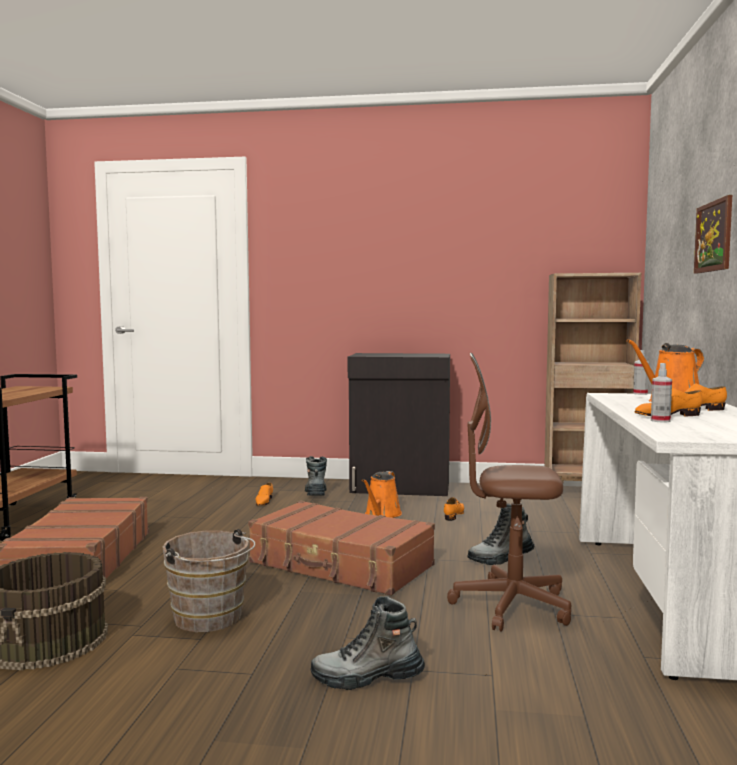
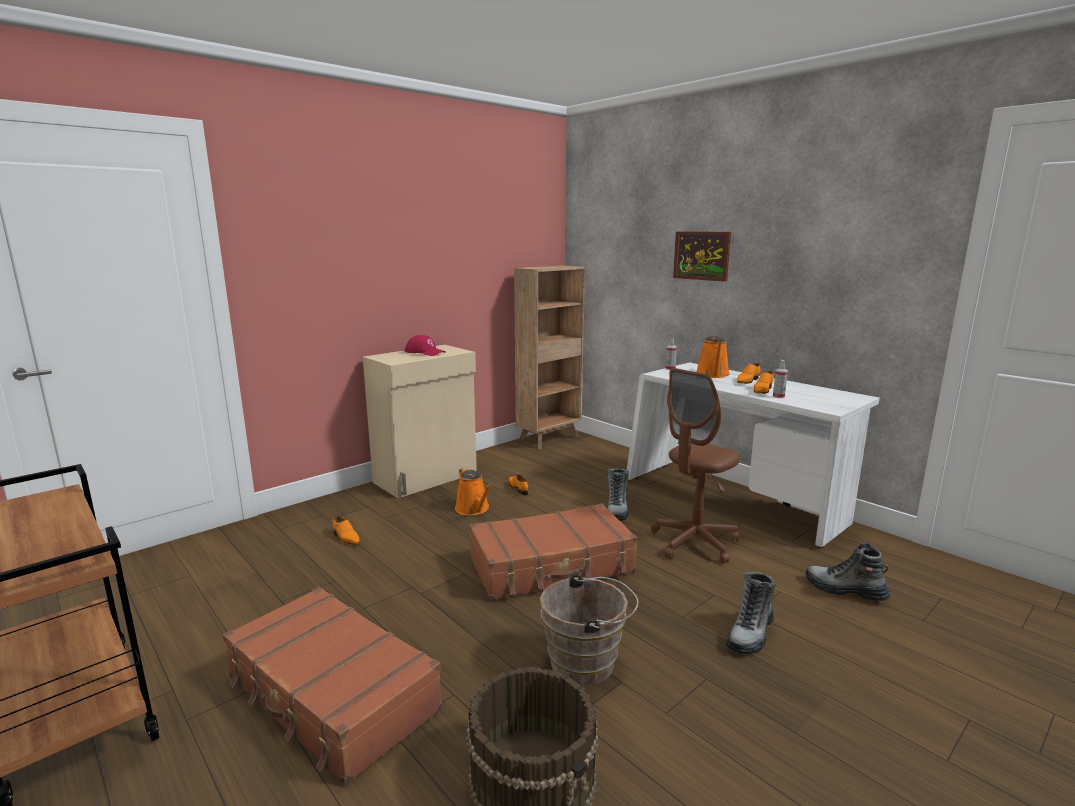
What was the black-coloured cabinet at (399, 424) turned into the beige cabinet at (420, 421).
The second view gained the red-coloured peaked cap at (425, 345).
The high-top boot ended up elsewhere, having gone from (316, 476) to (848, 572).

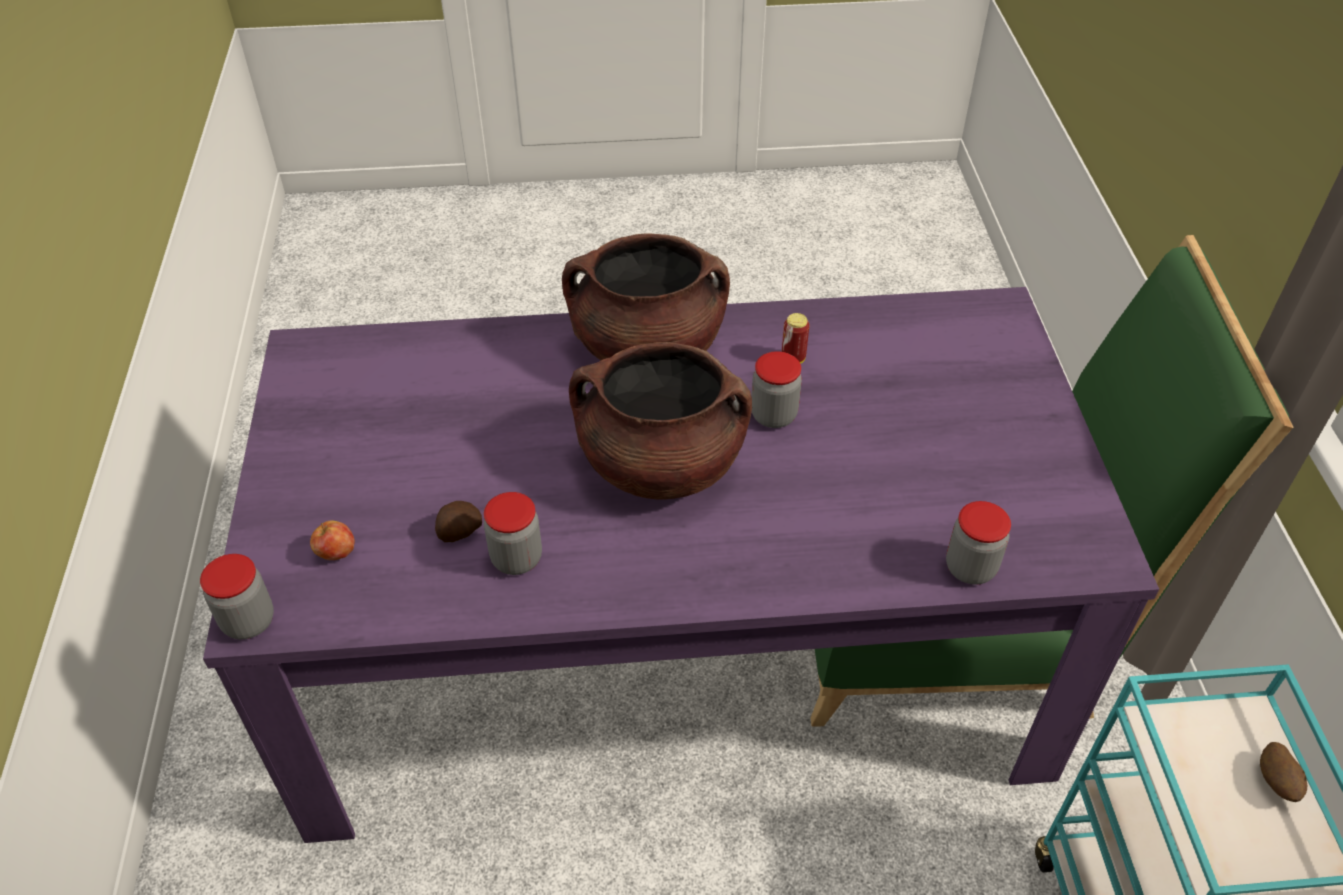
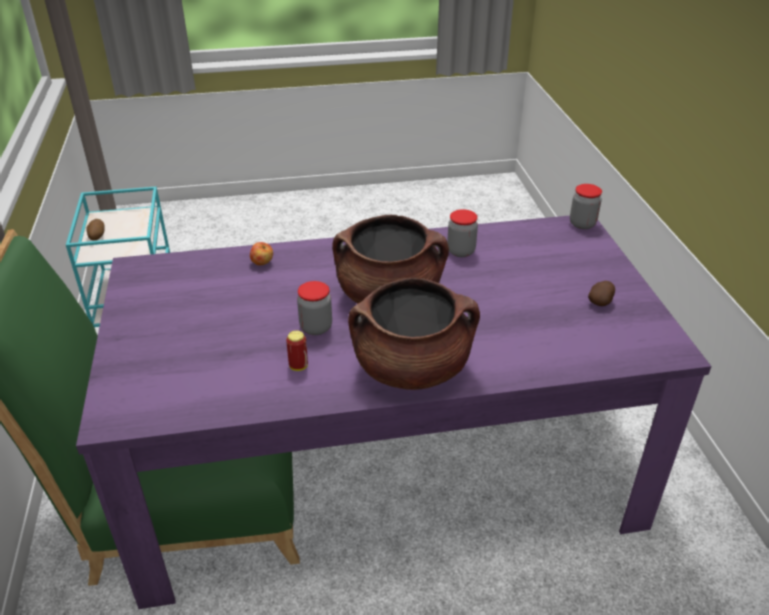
The apple ended up elsewhere, having gone from (332, 540) to (261, 253).
The whole potato ended up elsewhere, having gone from (458, 521) to (601, 293).
The second view lost the storage jar at (978, 543).

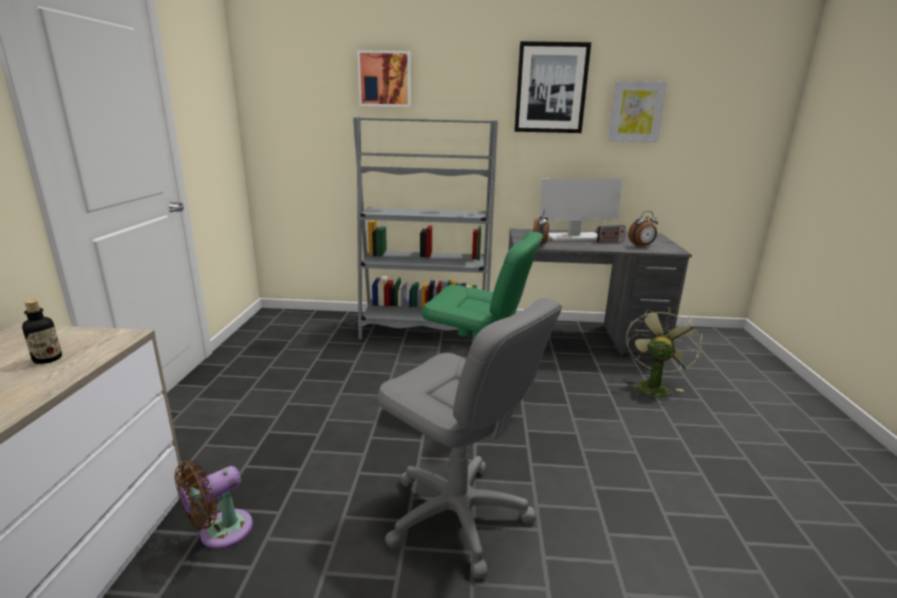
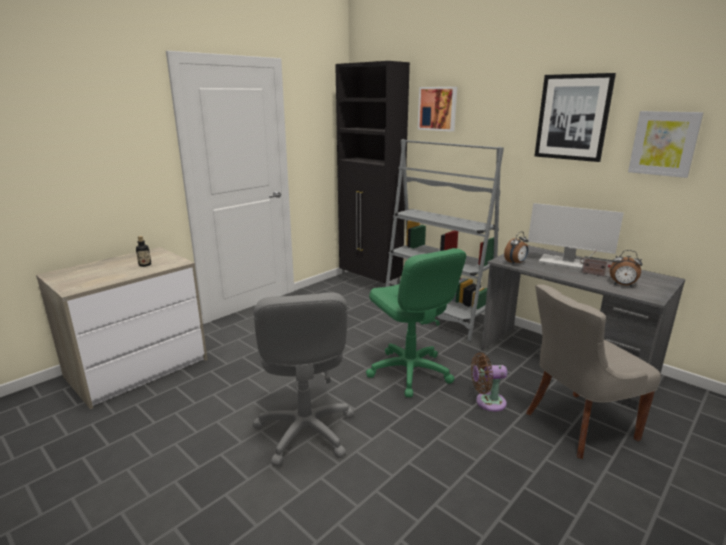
The second view gained the black-coloured cabinet at (372, 174).
The brown-coloured cooling fan ended up elsewhere, having gone from (214, 504) to (489, 382).
Where the greenish cooling fan stood at (664, 354), the grey plain chair came to stand at (593, 371).

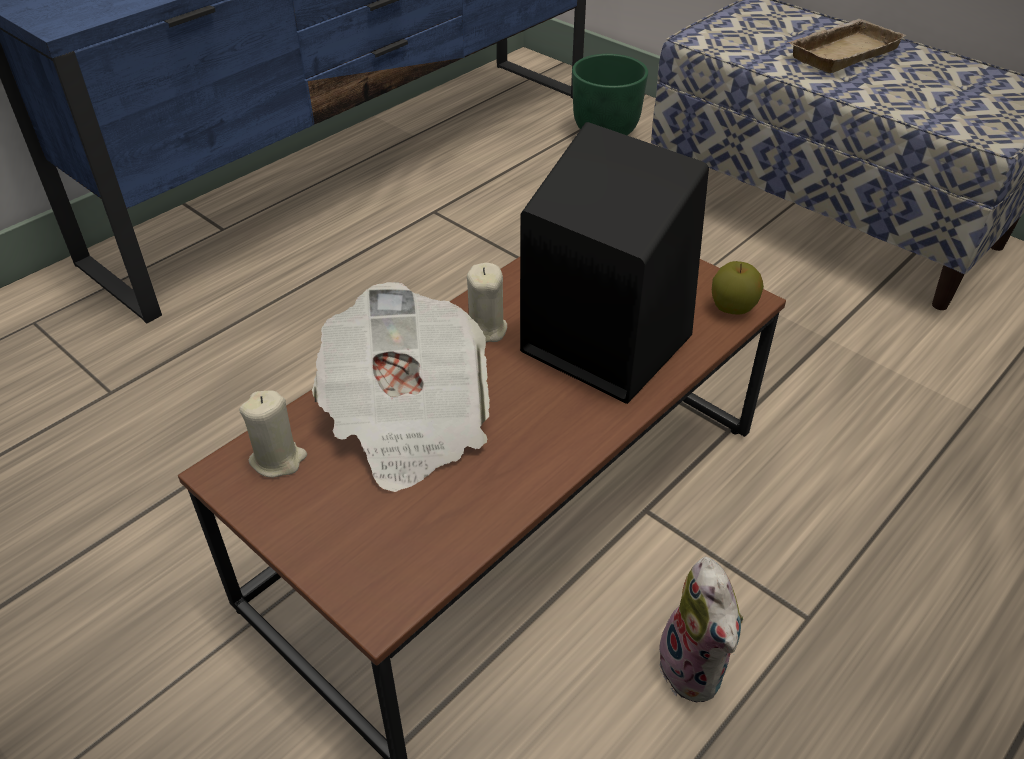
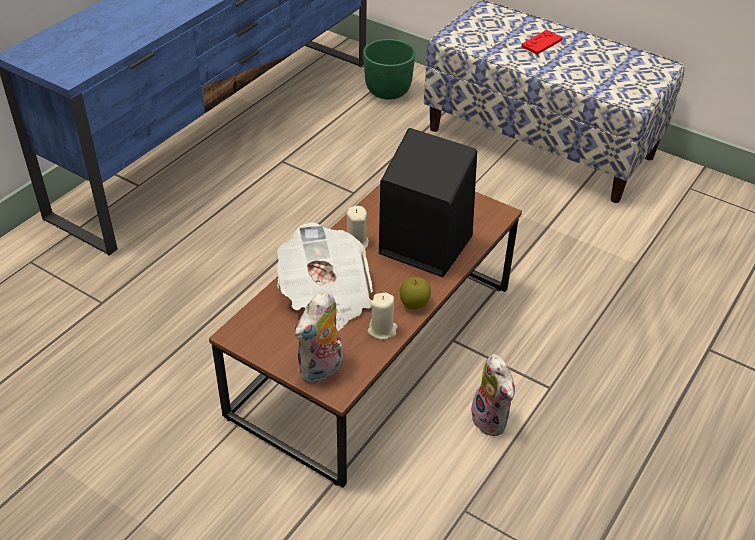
The second view gained the plush toy at (319, 337).
The beige wax candle ended up elsewhere, having gone from (273, 434) to (383, 316).
The apple ended up elsewhere, having gone from (738, 288) to (415, 293).
Where the beige tray stood at (847, 46), the red-coloured game controller came to stand at (542, 42).

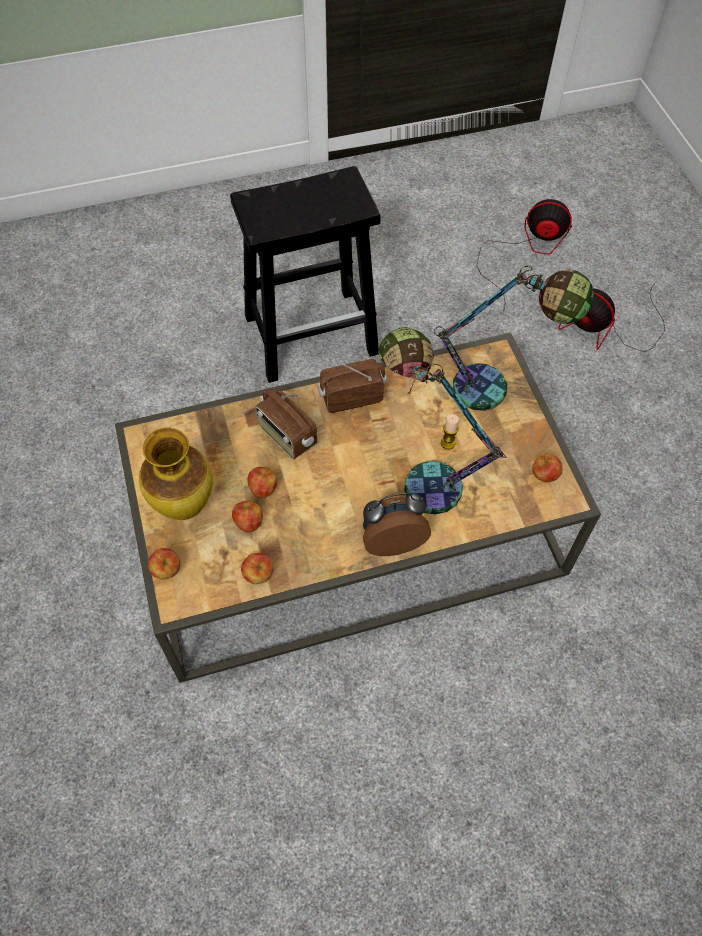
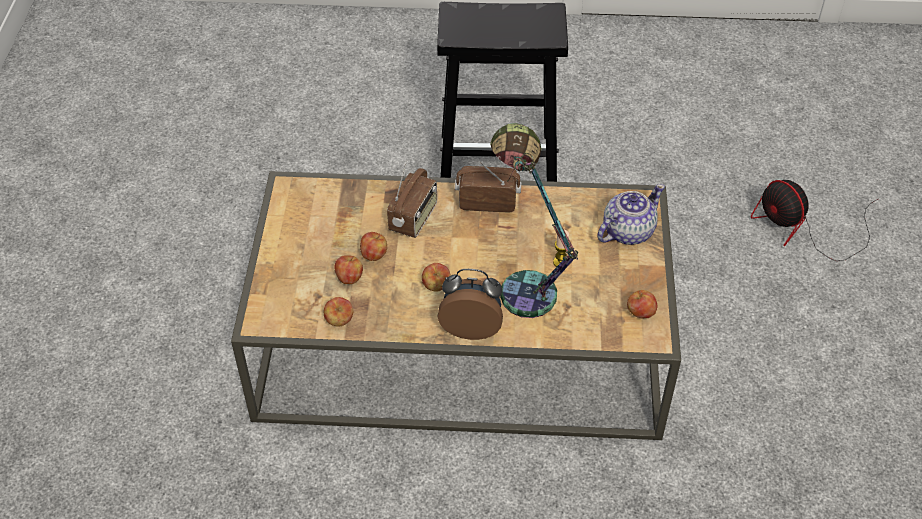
The radio set at (286, 424) ended up facing another way, 135 degrees counterclockwise from before.
The apple ended up elsewhere, having gone from (164, 563) to (436, 277).
Where the table lamp stood at (514, 338), the tea pot came to stand at (631, 214).
The second view lost the decorative vase at (176, 474).
The second view lost the cooling fan at (524, 255).

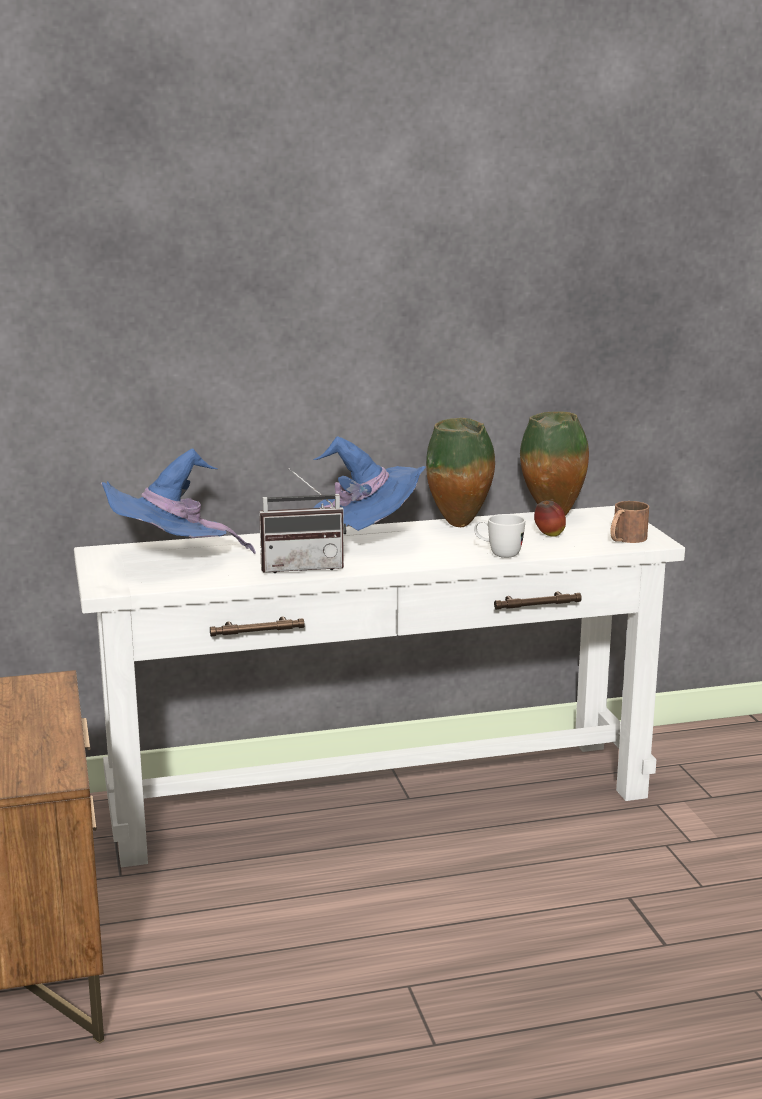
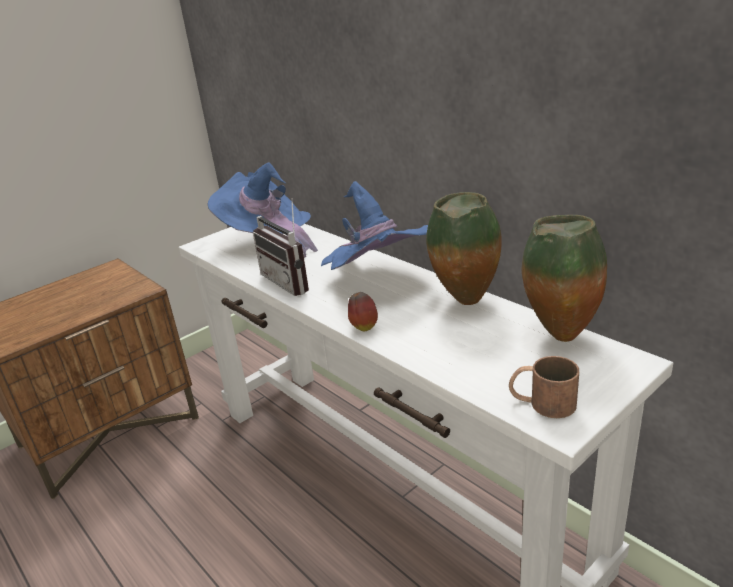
The apple ended up elsewhere, having gone from (550, 519) to (363, 311).
The second view lost the white-coloured tea mug at (499, 536).

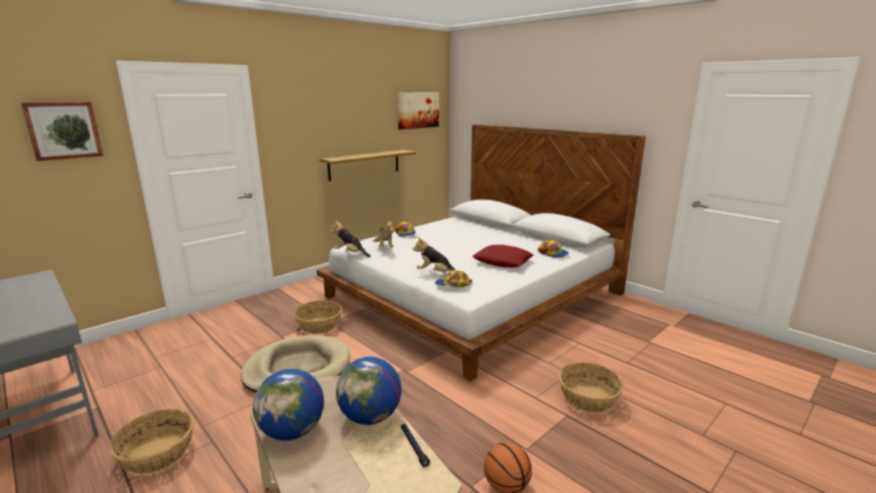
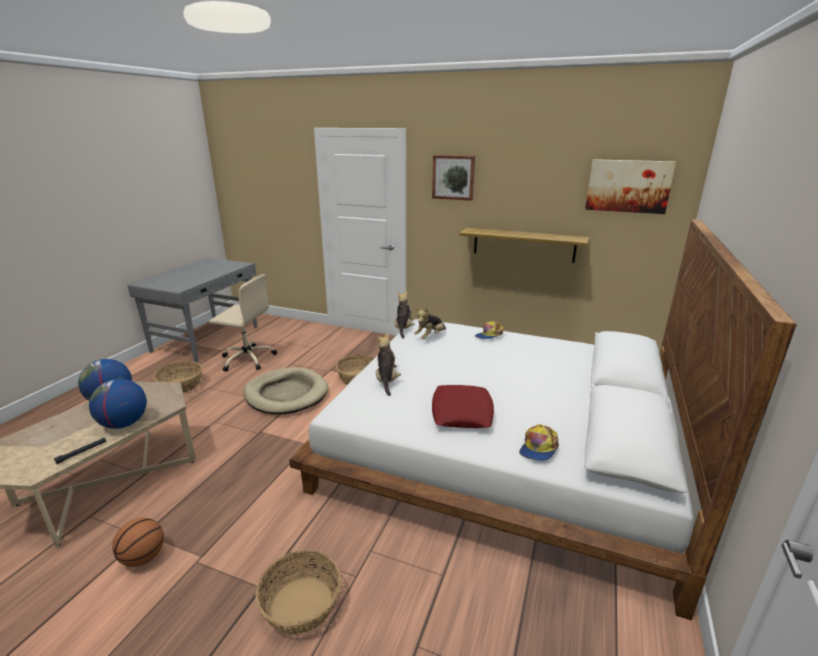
The second view gained the beige desk chair at (243, 323).
The wall art ended up elsewhere, having gone from (62, 131) to (453, 178).
The second view lost the peaked cap at (453, 278).

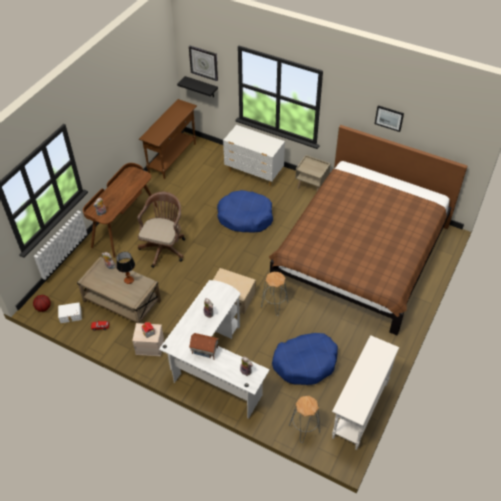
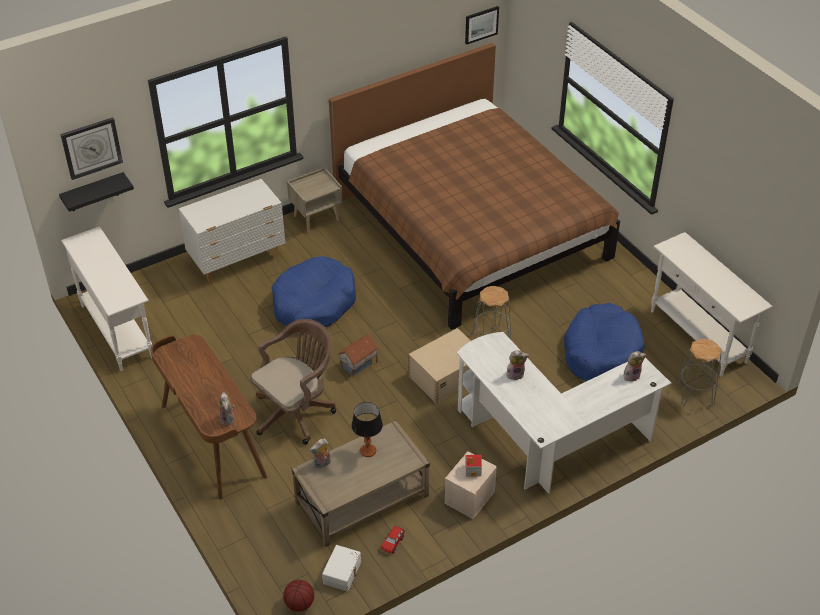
What was the brown-coloured console table at (168, 139) turned into the white-coloured console table at (106, 298).
The brown-coloured desk chair at (161, 230) ended up facing another way, 90 degrees clockwise from before.
The toy house ended up elsewhere, having gone from (204, 346) to (358, 356).
The wall art ended up elsewhere, having gone from (389, 118) to (482, 25).

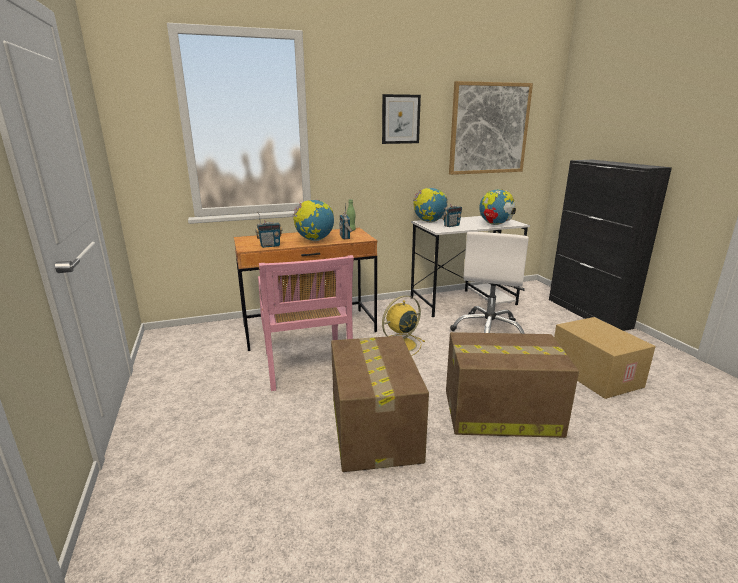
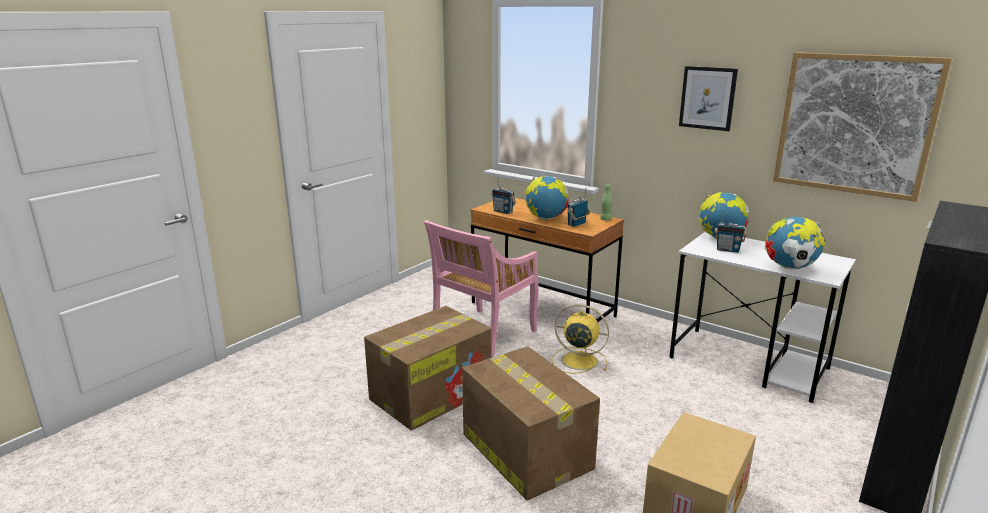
The second view lost the white-coloured desk chair at (489, 283).

